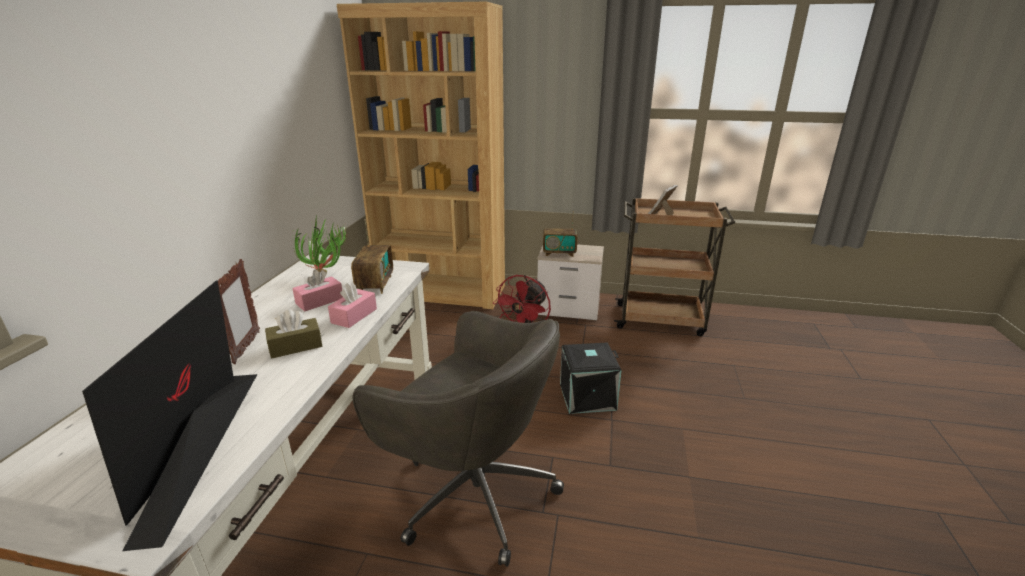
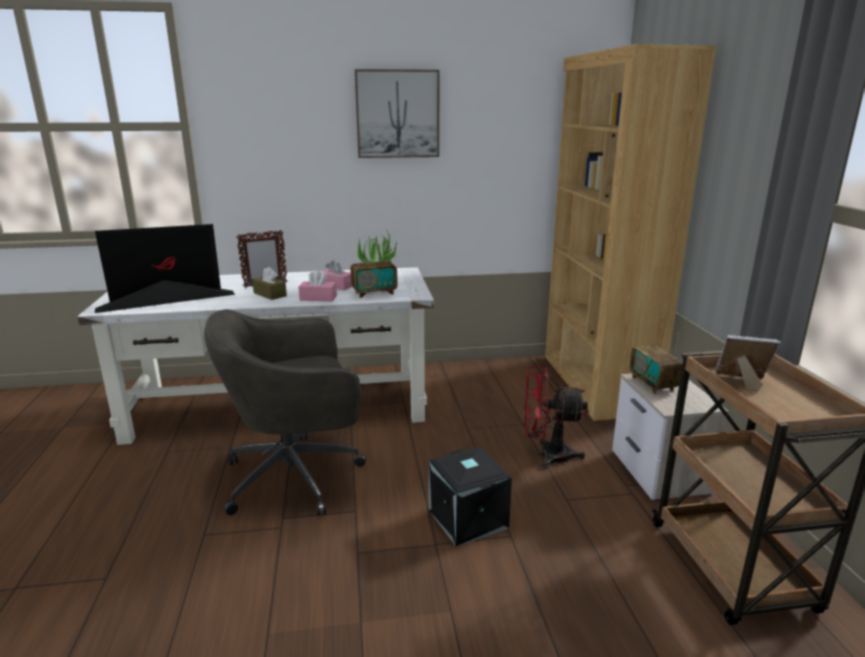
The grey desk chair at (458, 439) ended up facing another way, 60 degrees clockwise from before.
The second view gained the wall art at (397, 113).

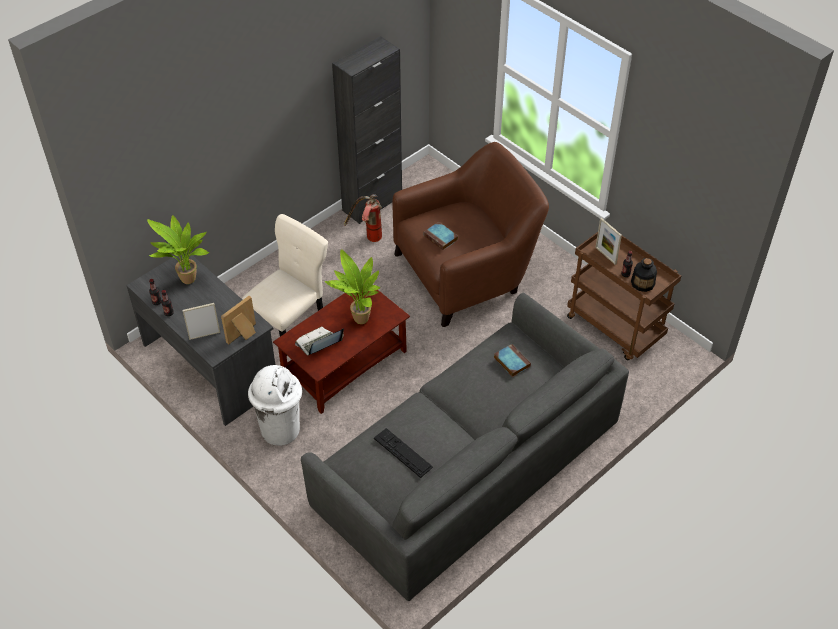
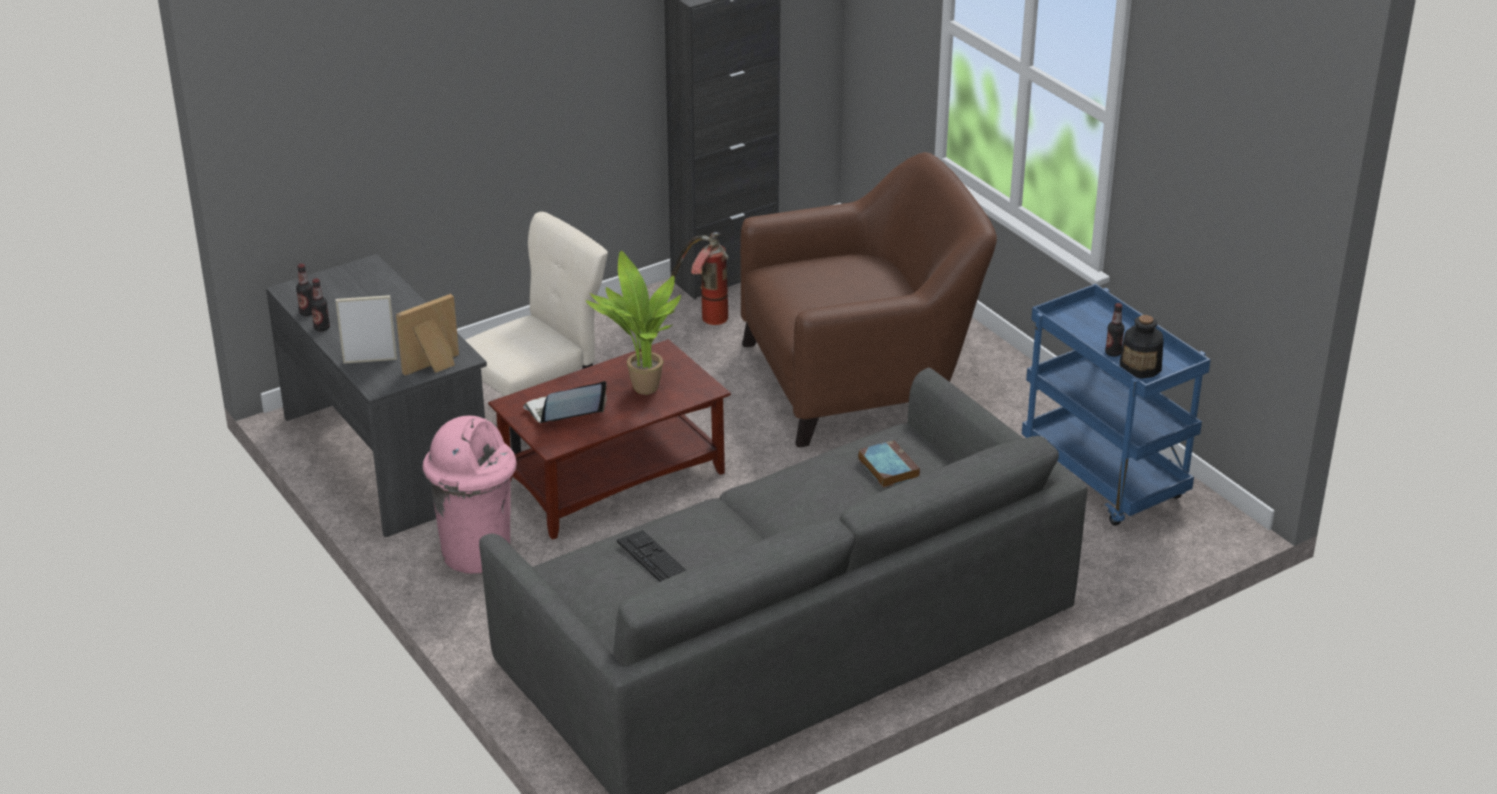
What was the white-coloured rubbish bin at (275, 405) turned into the pink rubbish bin at (469, 495).
What was the brown-coloured wheeled cart at (624, 296) turned into the bluish wheeled cart at (1116, 405).
The second view lost the potted plant at (178, 249).
The second view lost the volume at (440, 236).
The second view lost the photo frame at (608, 241).

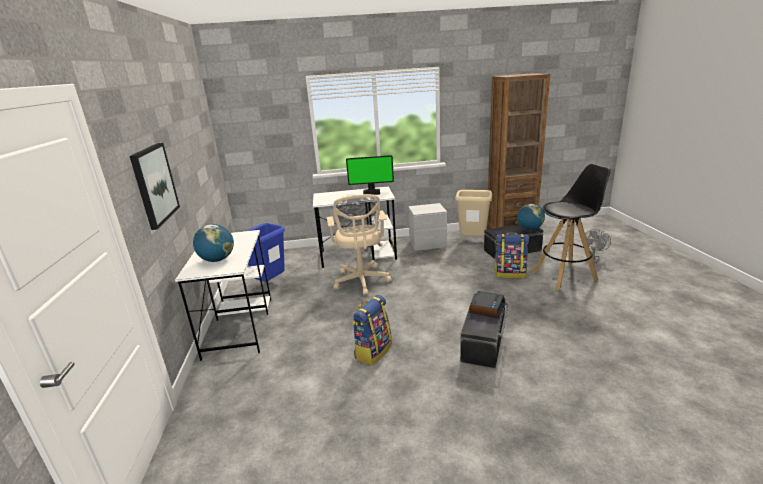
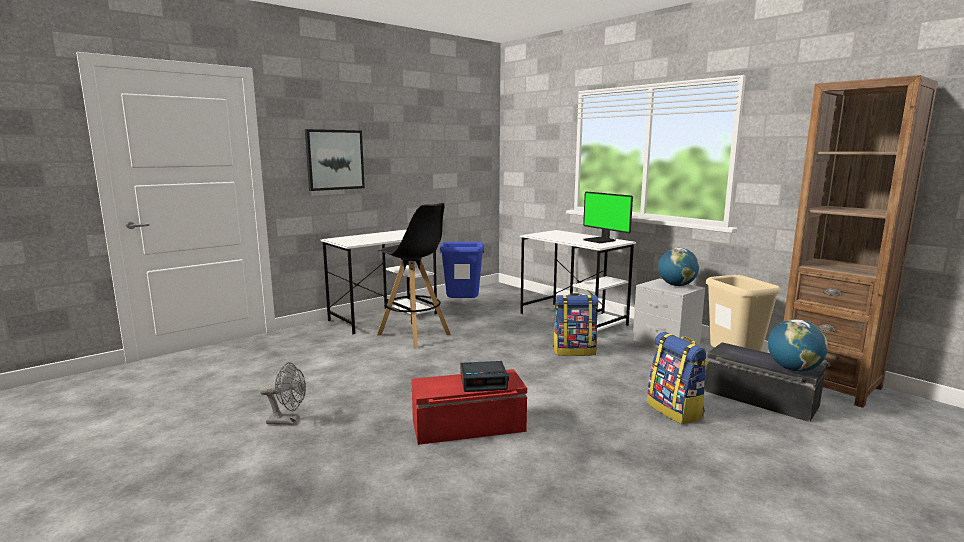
The grey cooling fan ended up elsewhere, having gone from (598, 246) to (283, 393).
The black-coloured stool ended up elsewhere, having gone from (571, 227) to (414, 275).
What was the black-coloured storage box at (484, 330) turned into the red-coloured storage box at (469, 407).
The rucksack ended up elsewhere, having gone from (372, 330) to (575, 324).
The globe ended up elsewhere, having gone from (213, 243) to (678, 267).
The second view lost the beige desk chair at (359, 244).

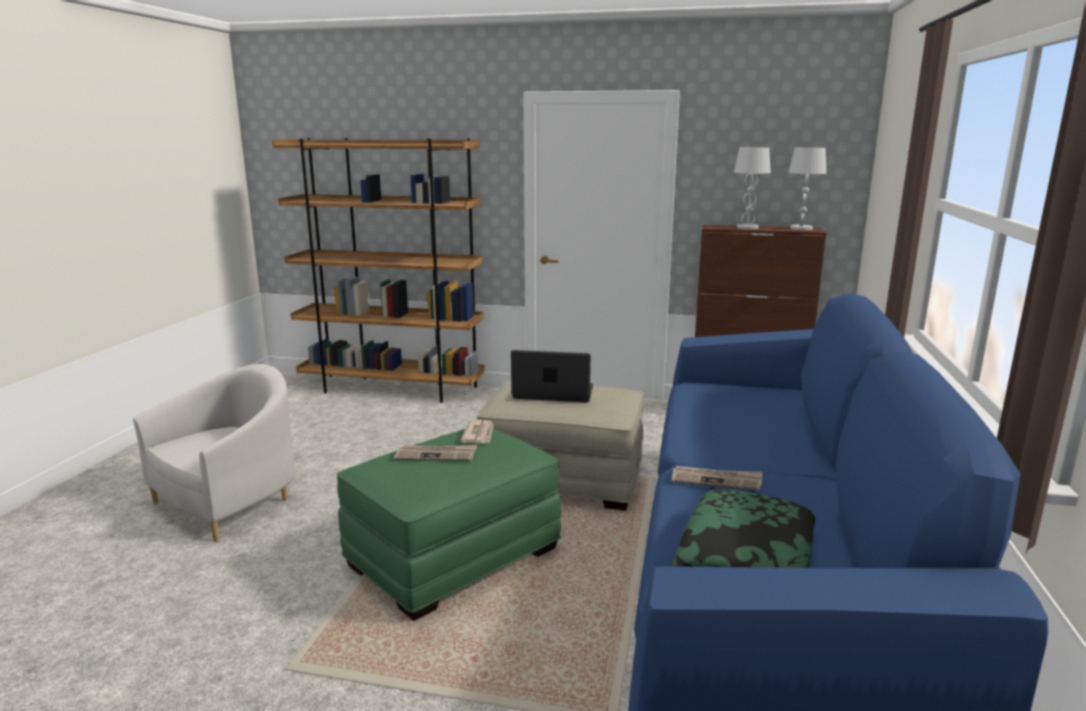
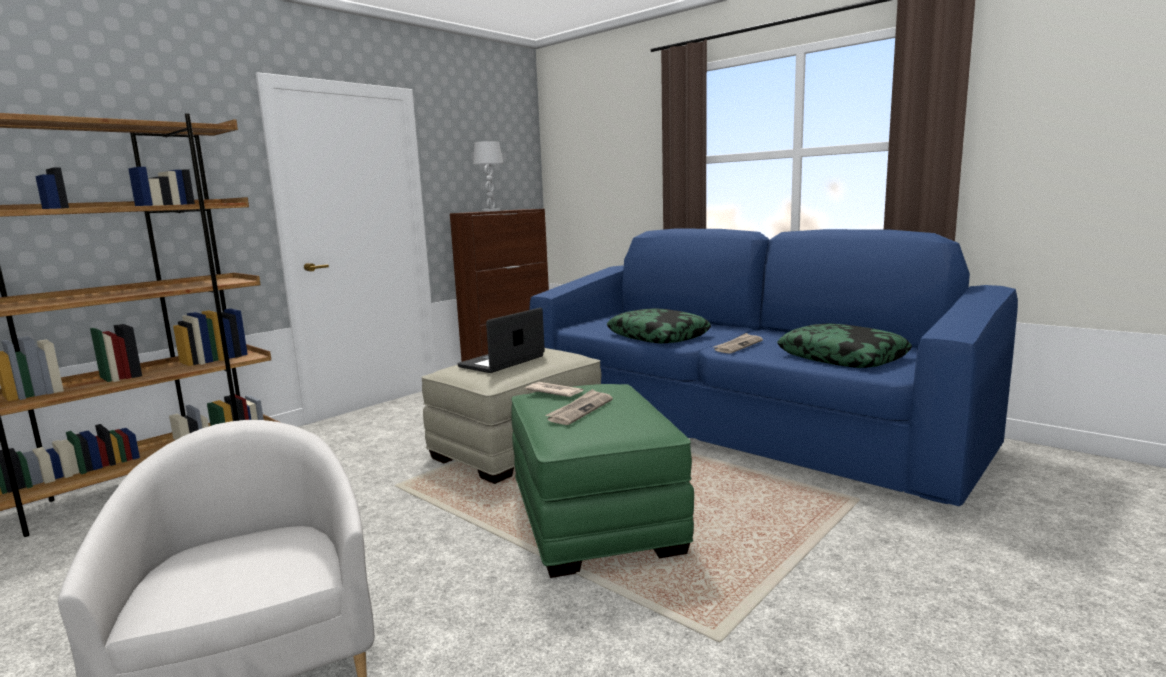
The second view gained the cushion at (659, 326).
The second view lost the white-coloured table lamp at (807, 188).

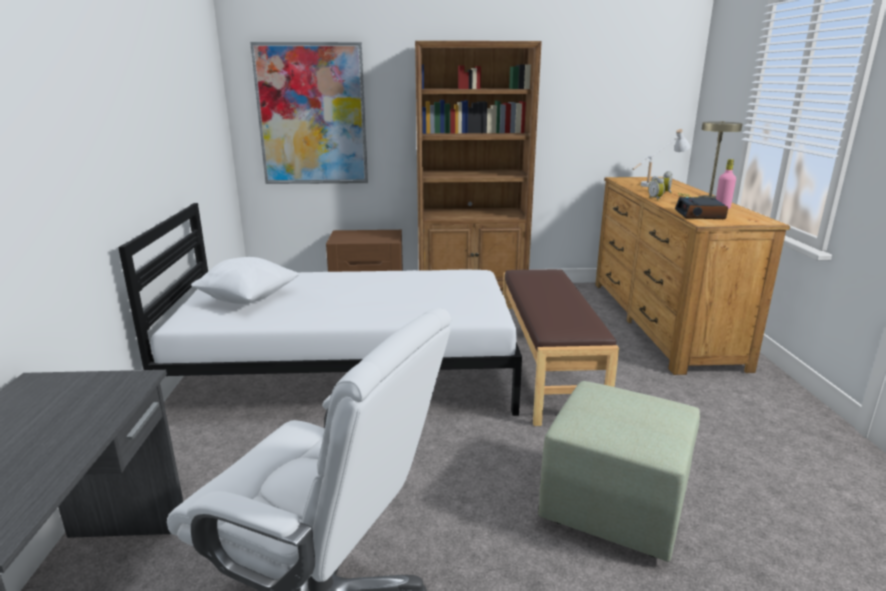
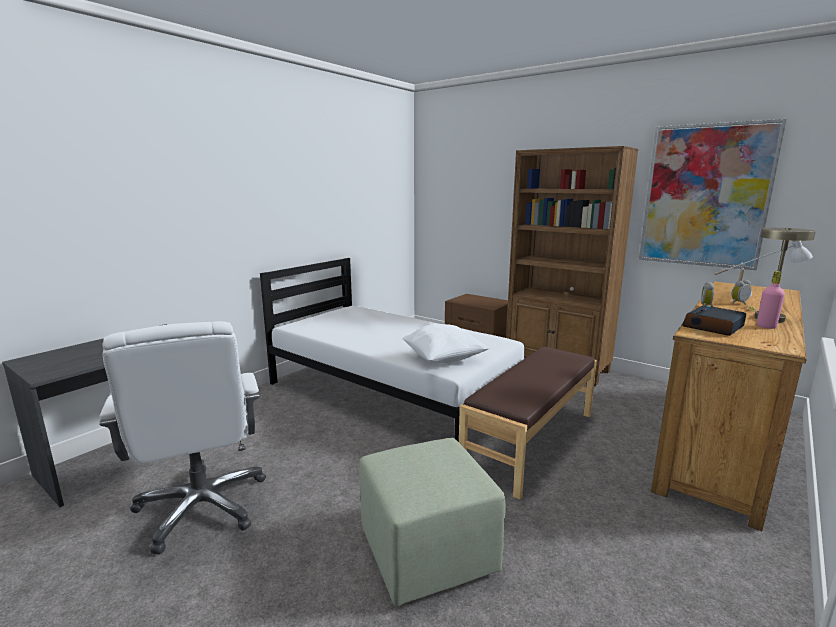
The white-coloured cushion ended up elsewhere, having gone from (245, 280) to (445, 343).
The wall art ended up elsewhere, having gone from (309, 113) to (713, 194).

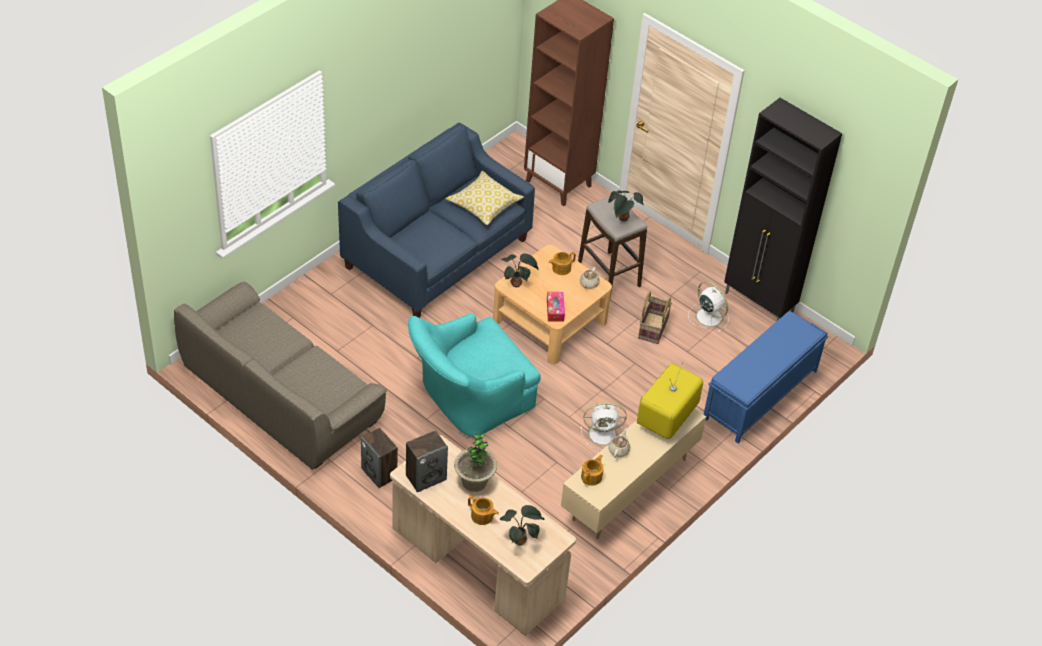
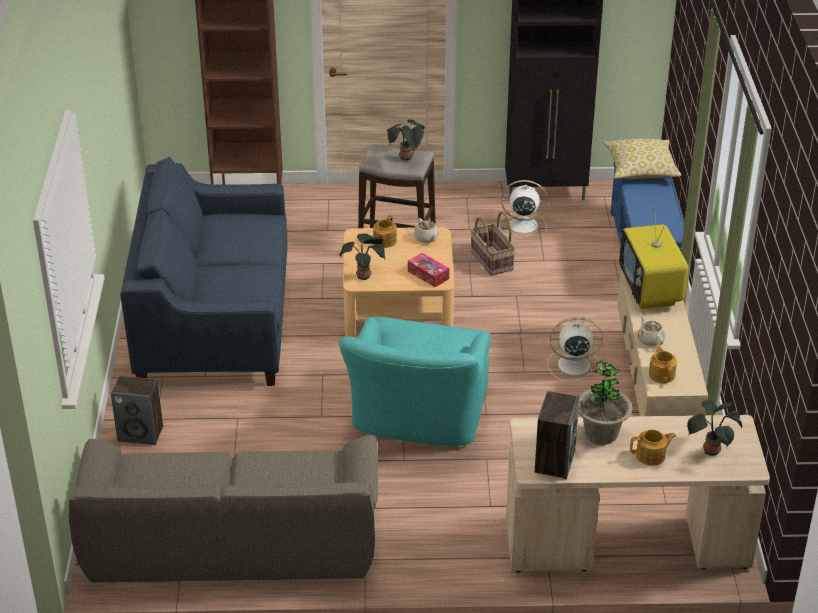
The speaker ended up elsewhere, having gone from (379, 458) to (137, 410).
The white-coloured cooling fan at (603, 426) ended up facing another way, 135 degrees counterclockwise from before.
The cushion ended up elsewhere, having gone from (484, 198) to (642, 159).

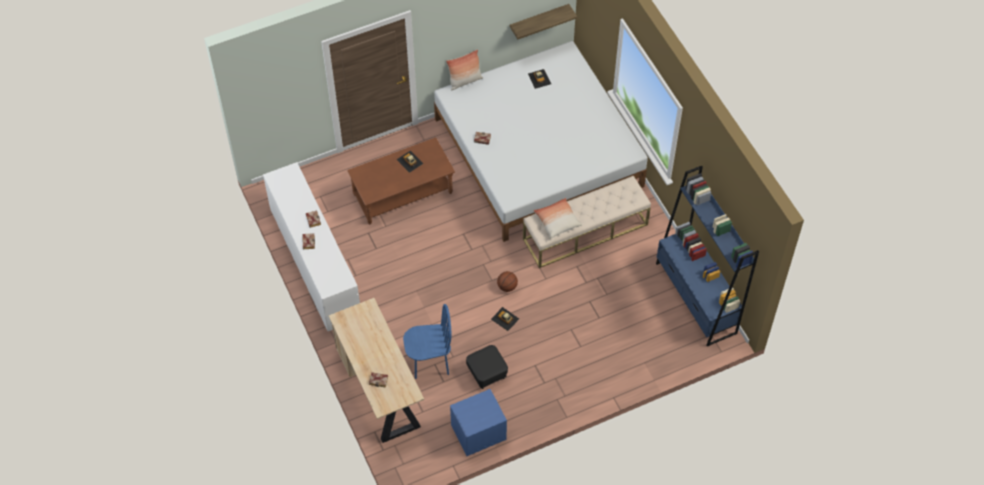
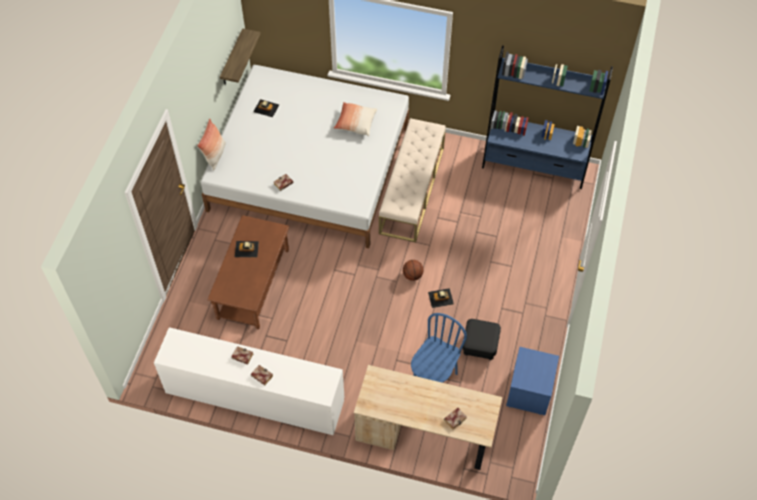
The cushion ended up elsewhere, having gone from (558, 218) to (355, 119).

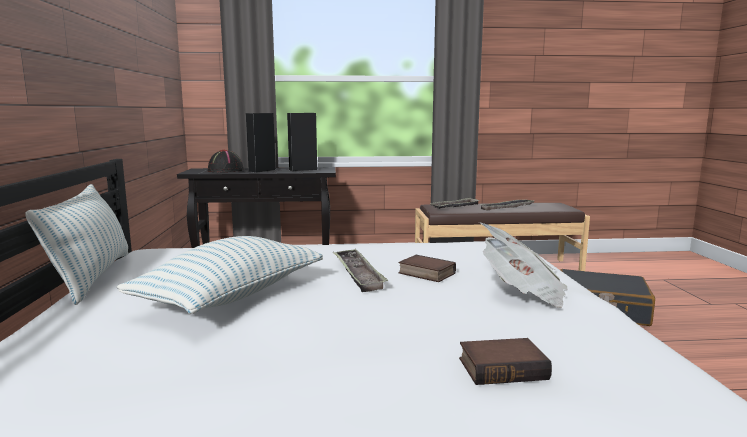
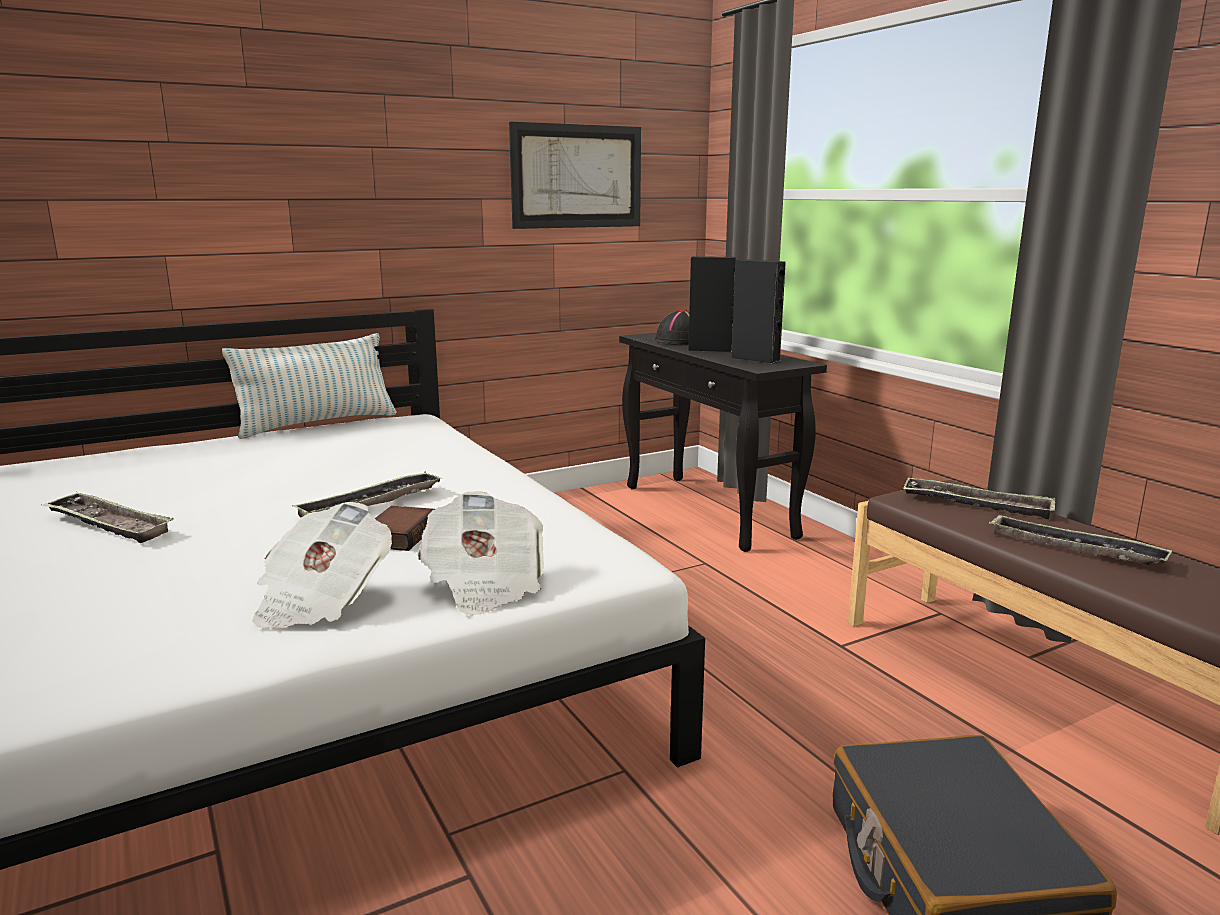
The second view gained the tray at (107, 517).
The second view gained the wall art at (575, 175).
The second view lost the cushion at (220, 275).
The second view lost the volume at (505, 361).

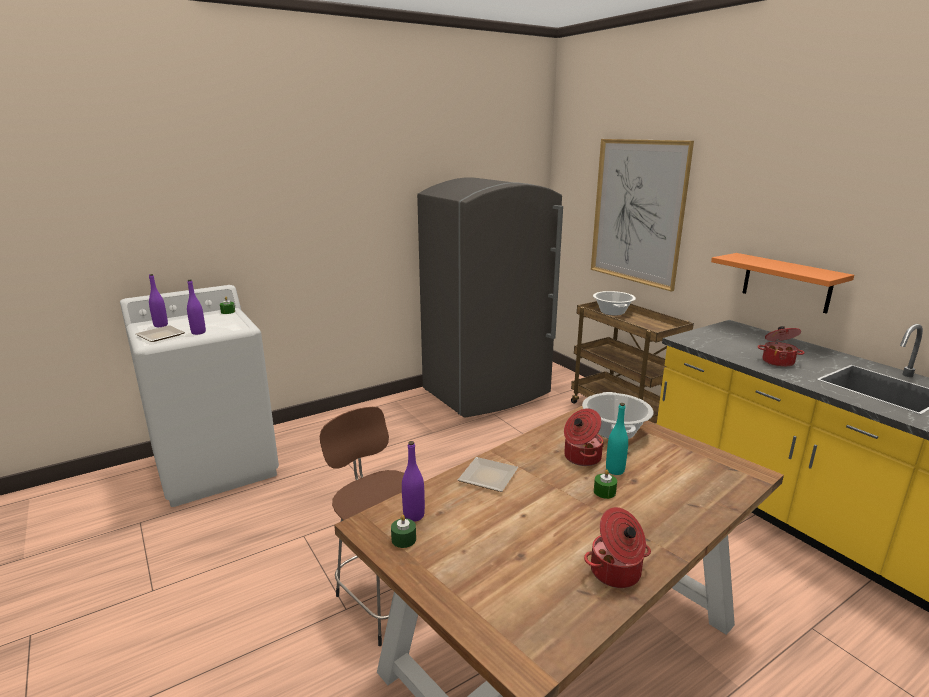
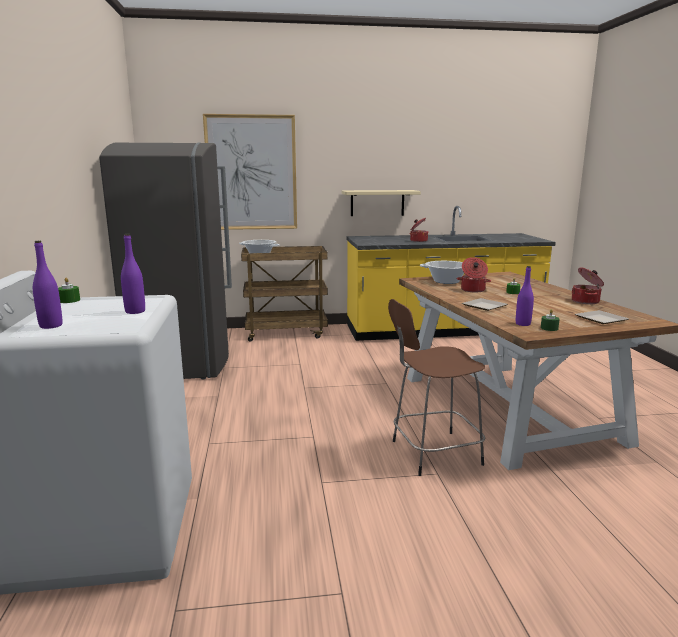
What was the orange wall shelf at (782, 283) turned into the beige wall shelf at (381, 203).
The plate ended up elsewhere, having gone from (160, 333) to (602, 317).
The second view lost the turquoise-coloured beverage bottle at (617, 439).

